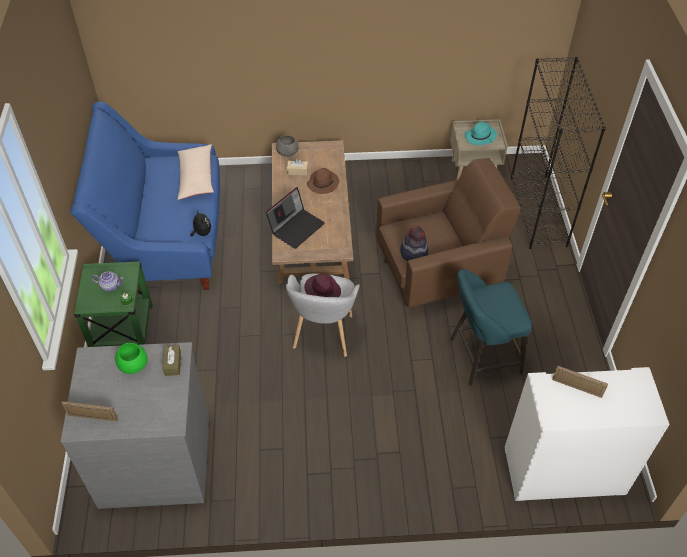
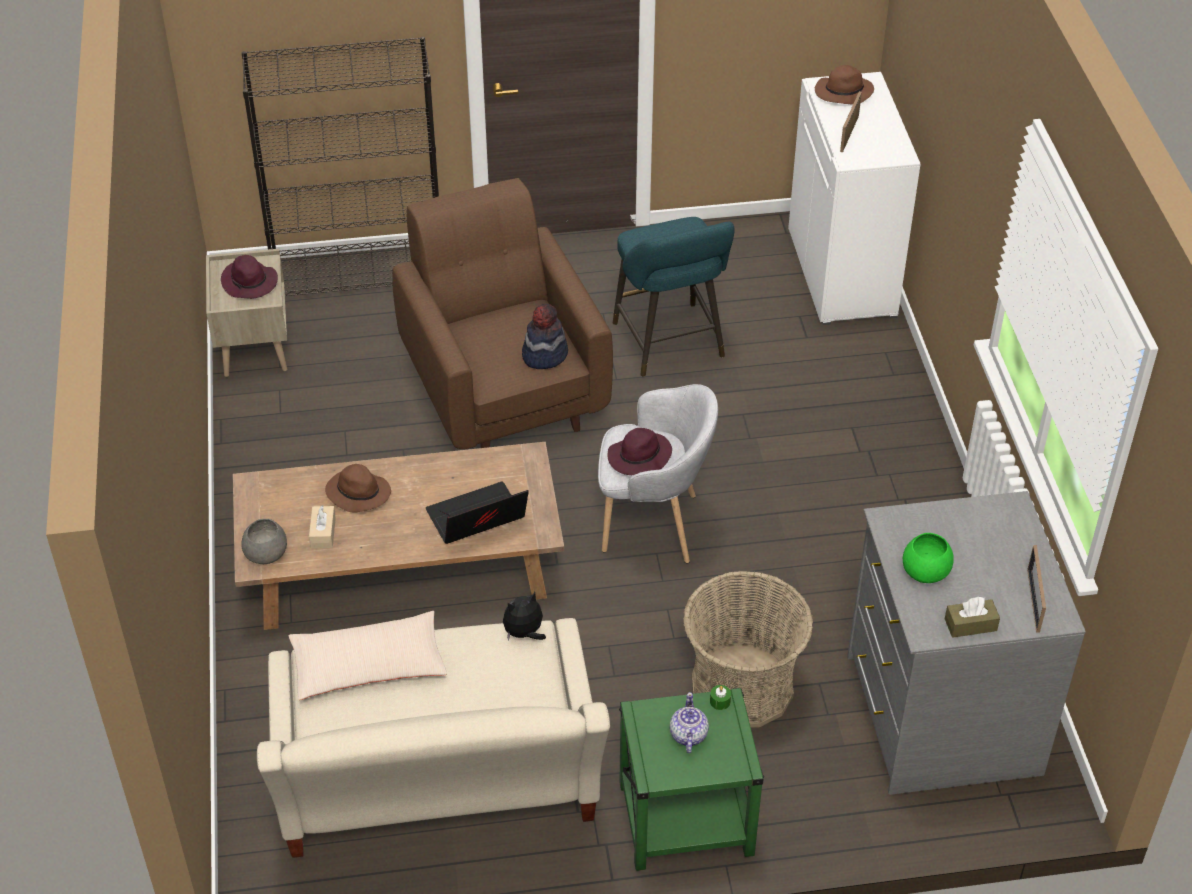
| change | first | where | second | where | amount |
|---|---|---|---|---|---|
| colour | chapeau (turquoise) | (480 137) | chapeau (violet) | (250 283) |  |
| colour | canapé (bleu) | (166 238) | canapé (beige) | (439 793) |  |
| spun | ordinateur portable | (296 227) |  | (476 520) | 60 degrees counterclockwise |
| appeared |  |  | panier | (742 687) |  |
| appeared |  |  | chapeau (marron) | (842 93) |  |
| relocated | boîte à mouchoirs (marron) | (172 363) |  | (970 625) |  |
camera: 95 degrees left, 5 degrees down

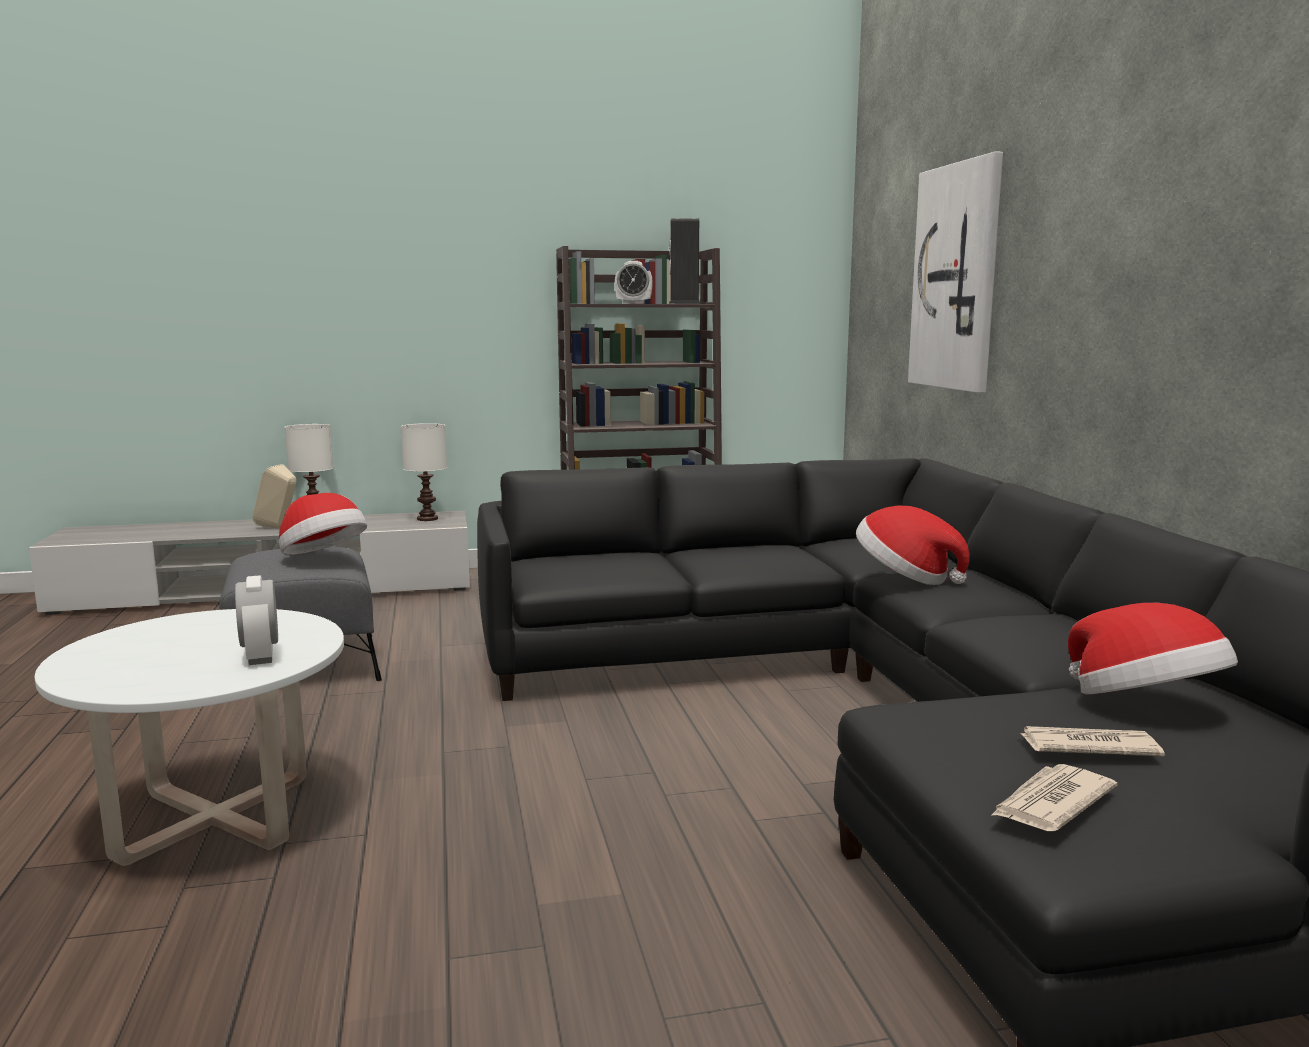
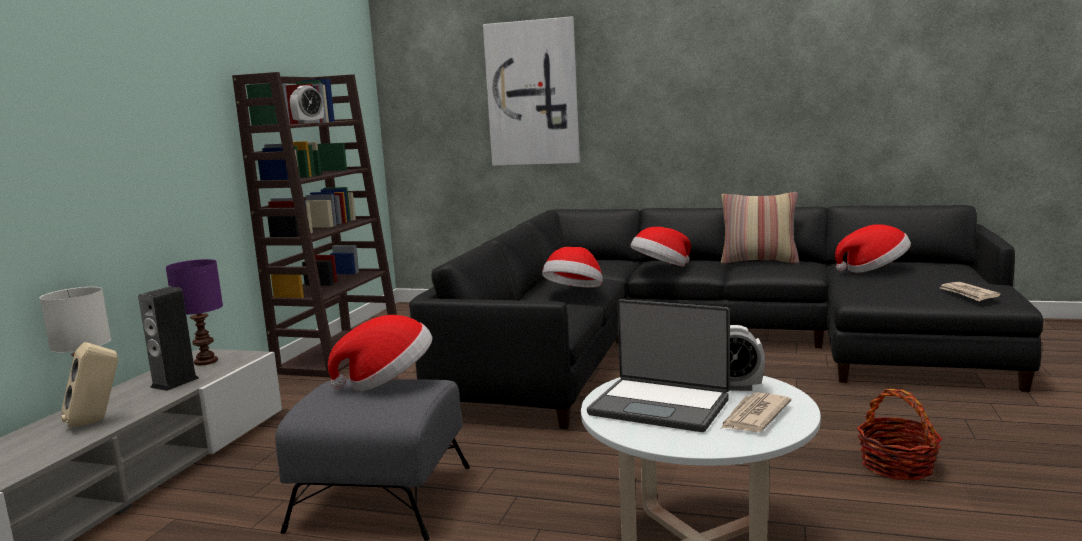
| change | first | where | second | where | amount |
|---|---|---|---|---|---|
| relocated | enceinte | (684 303) |  | (174 382) |  |
| colour | lampe de table (blanc) | (427 518) | lampe de table (violet) | (205 362) |  |
| appeared |  |  | chapeau | (574 293) |  |
| appeared |  |  | ordinateur portable | (660 406) |  |
| relocated | journal | (1087 746) |  | (754 416) |  |
| appeared |  |  | coussin | (759 261) |  |
| appeared |  |  | panier | (897 466) |  |
camera: 60 degrees left, 0 degrees up

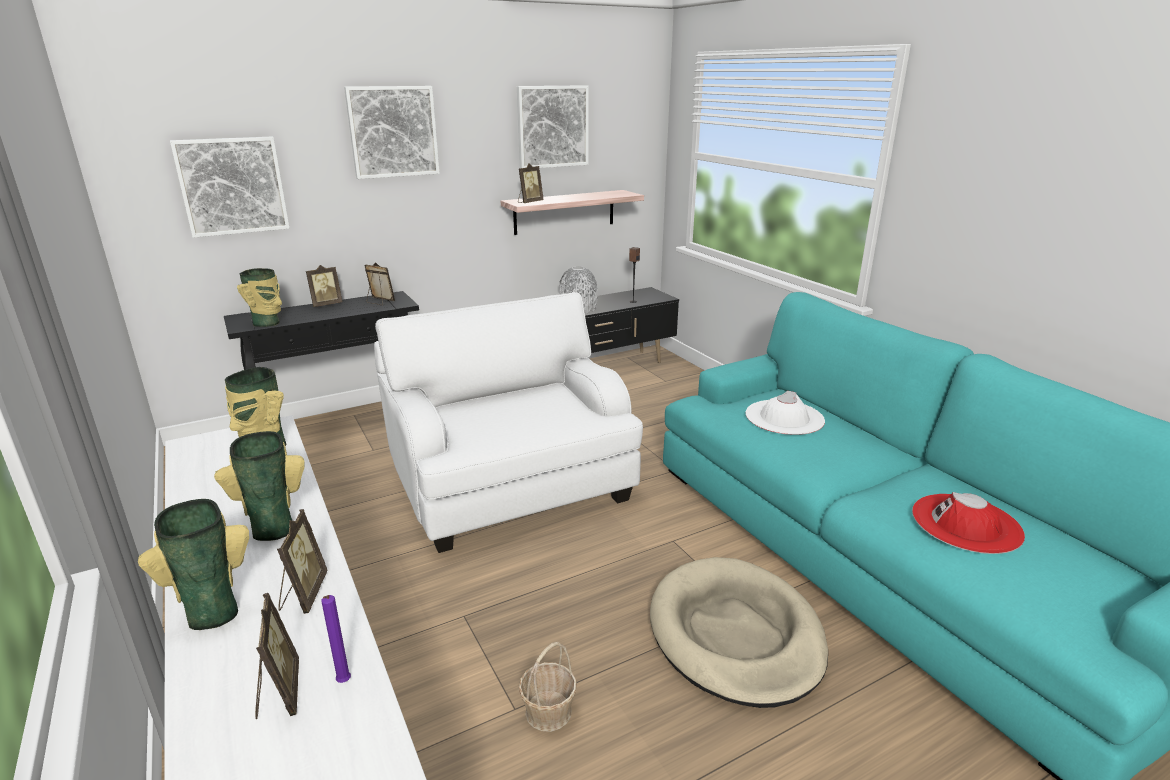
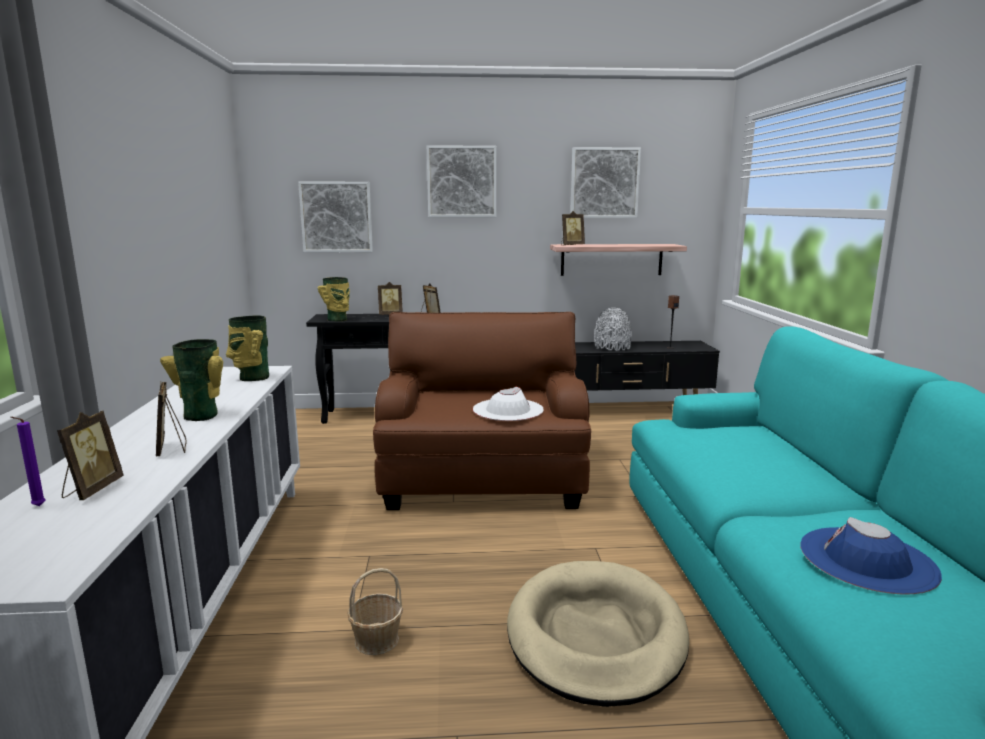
| change | first | where | second | where | amount |
|---|---|---|---|---|---|
| relocated | bougie (violet) | (343 683) |  | (37 507) |  |
| spun | cadre photo | (303 594) |  | (172 449) | 135 degrees clockwise |
| colour | fauteuil (blanc) | (510 484) | fauteuil (marron) | (483 476) |  |
| relocated | chapeau (blanc) | (784 417) |  | (508 410) |  |
| colour | chapeau (rouge) | (966 523) | chapeau (bleu) | (867 560) |  |
| missing | vase | (213 609) |  |  |  |
camera: 25 degrees right, 10 degrees down

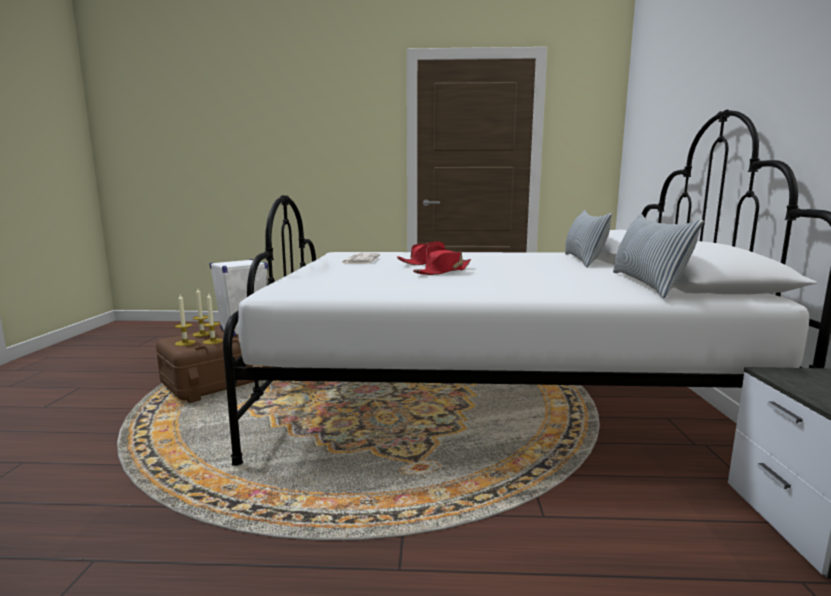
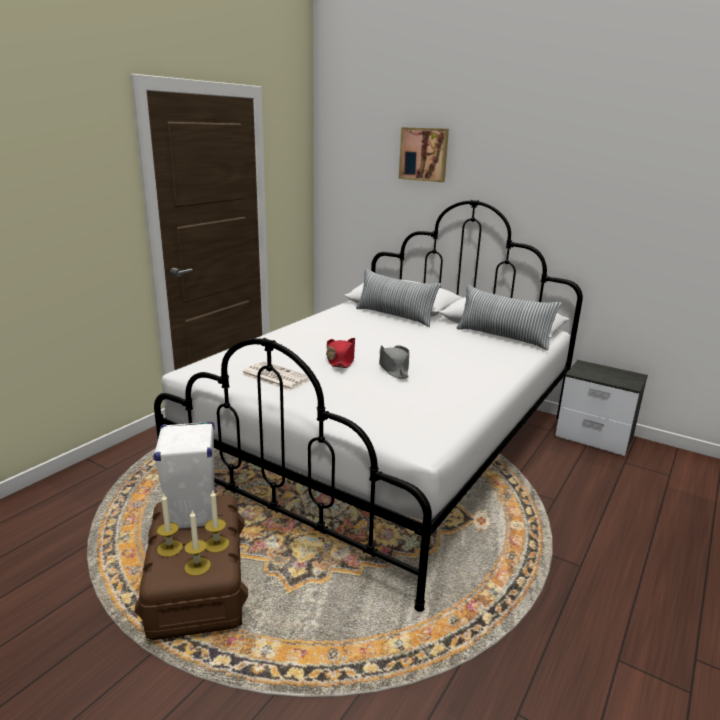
| change | first | where | second | where | amount |
|---|---|---|---|---|---|
| colour | chapeau (rouge) | (443 271) | chapeau (gris) | (393 368) |  |
| appeared |  |  | tableau | (424 154) |  |
camera: 60 degrees left, 10 degrees up

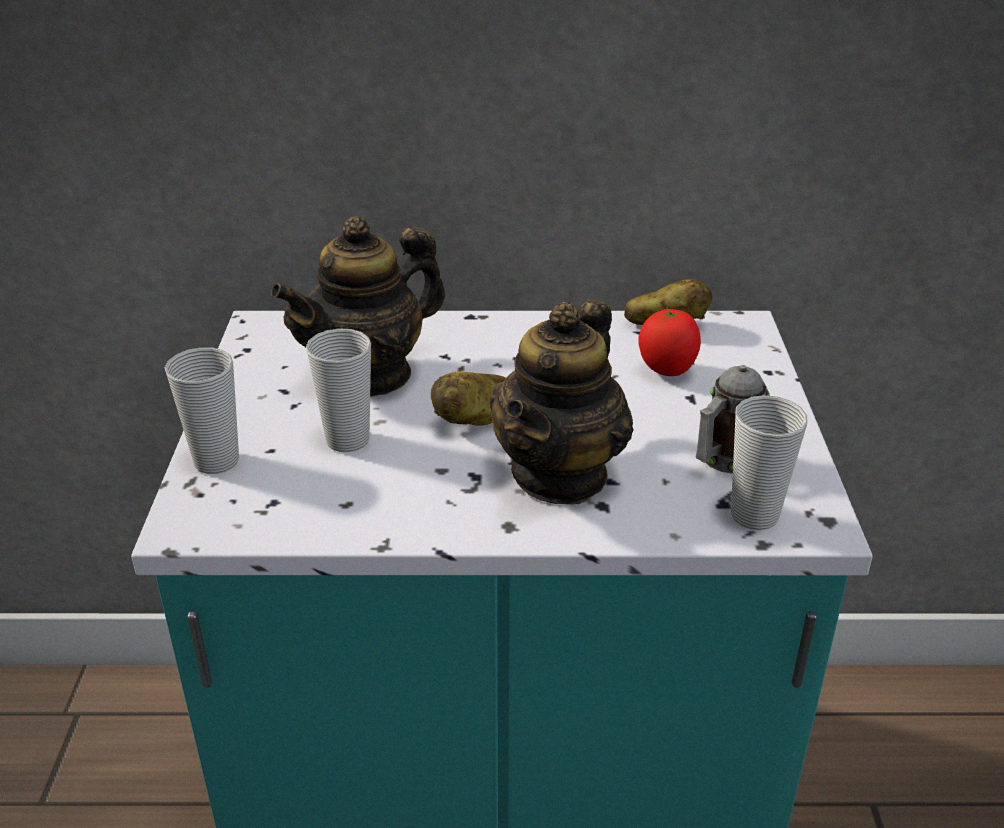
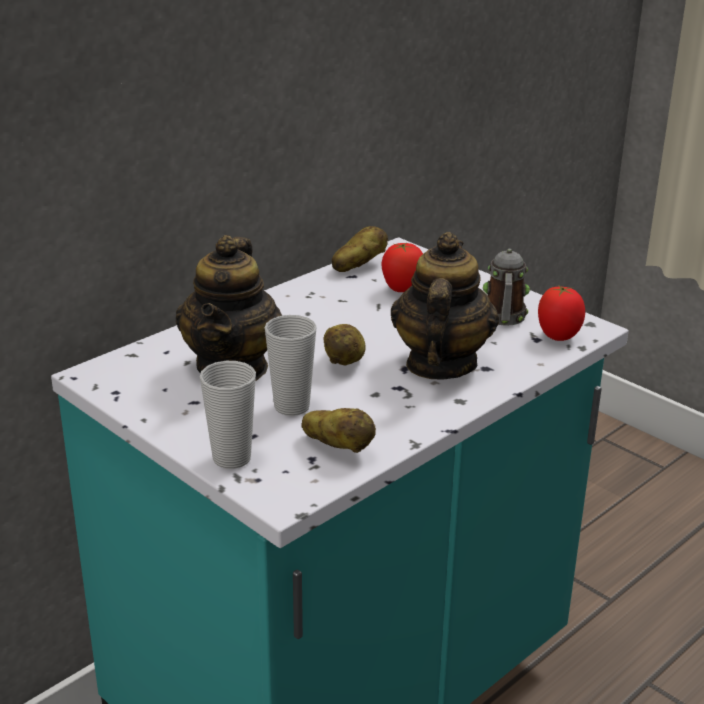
| change | first | where | second | where | amount |
|---|---|---|---|---|---|
| appeared |  |  | pomme de terre | (338 447) |  |
| spun | théière | (560 474) |  | (440 364) | 150 degrees counterclockwise |
| exchanged | tasse | (754 515) | tomate | (558 337) |  |
camera: 45 degrees left, 5 degrees down

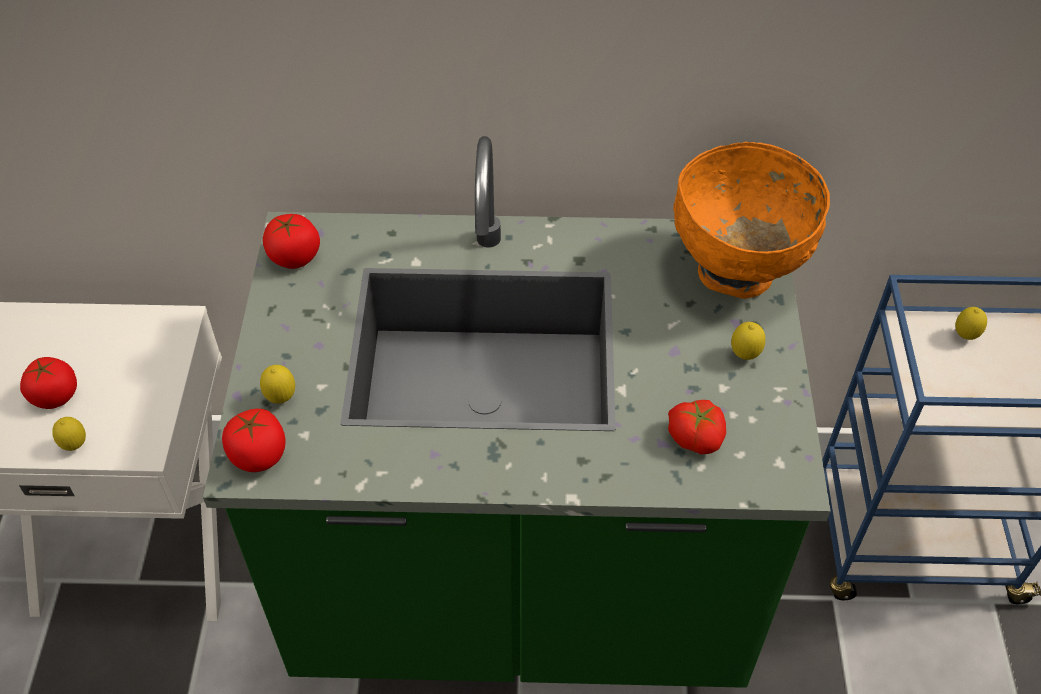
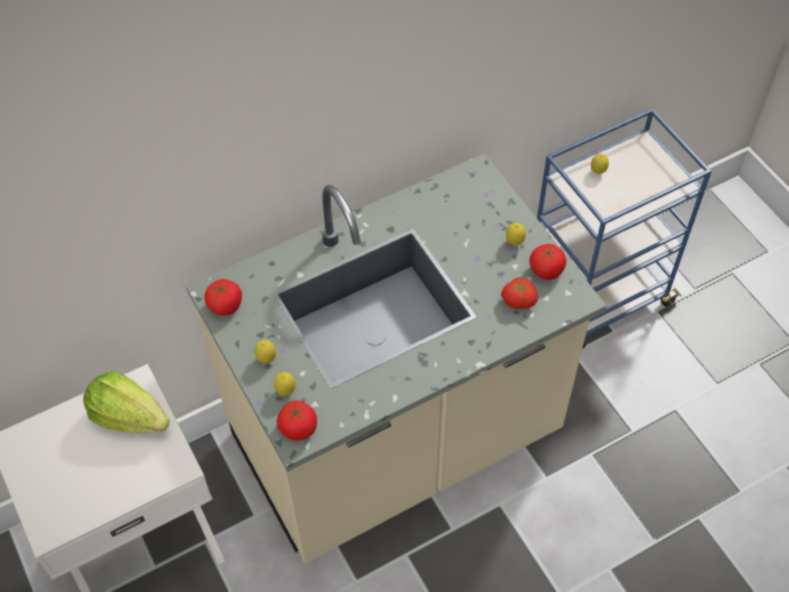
| change | first | where | second | where | amount |
|---|---|---|---|---|---|
| appeared |  |  | laitue | (129 417) |  |
| colour | comptoir de cuisine (vert) | (520 588) | comptoir de cuisine (beige) | (396 441) |  |
| relocated | citron | (75 446) |  | (266 359) |  |
| relocated | tomate | (55 395) |  | (546 270) |  |
| missing | bol (orange) | (737 273) |  |  |  |
camera: 30 degrees left, 5 degrees up

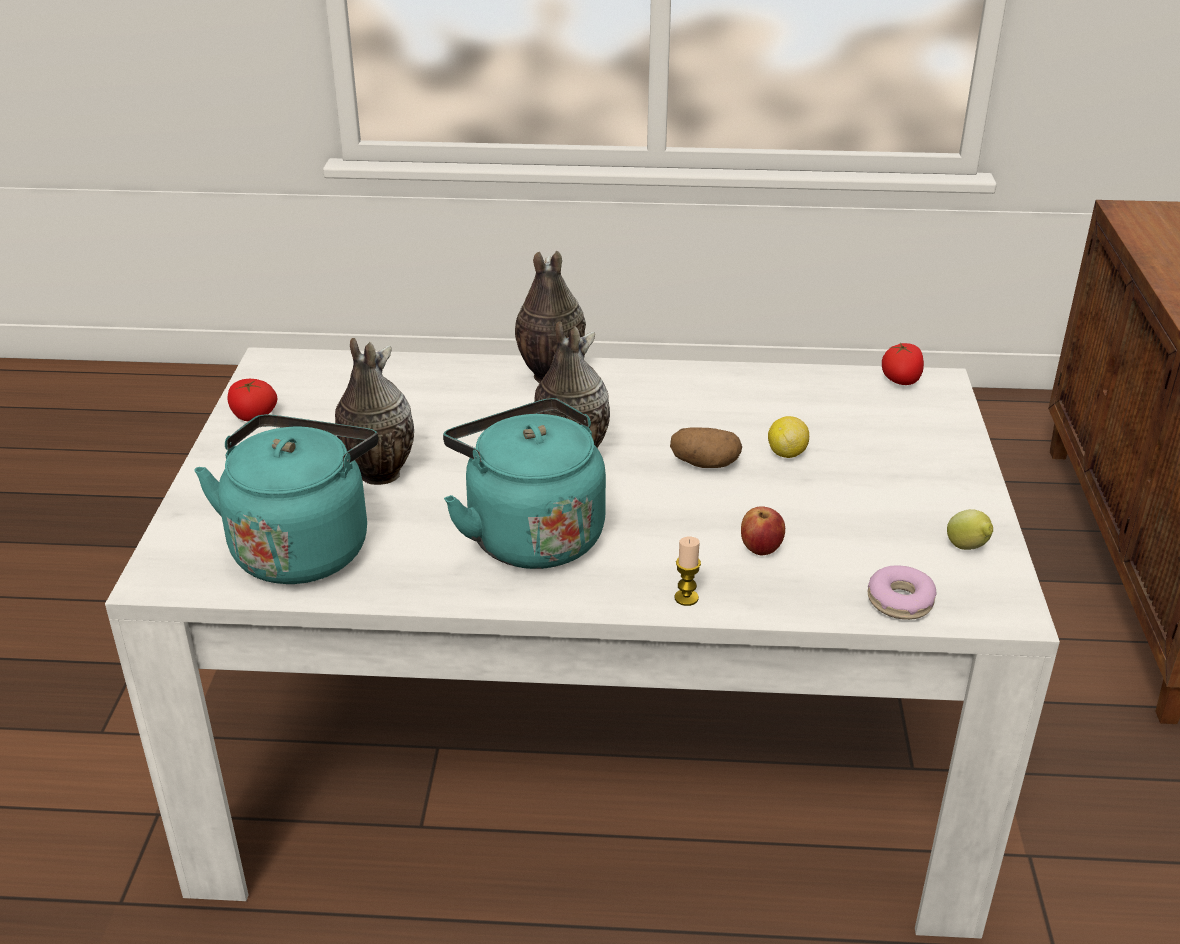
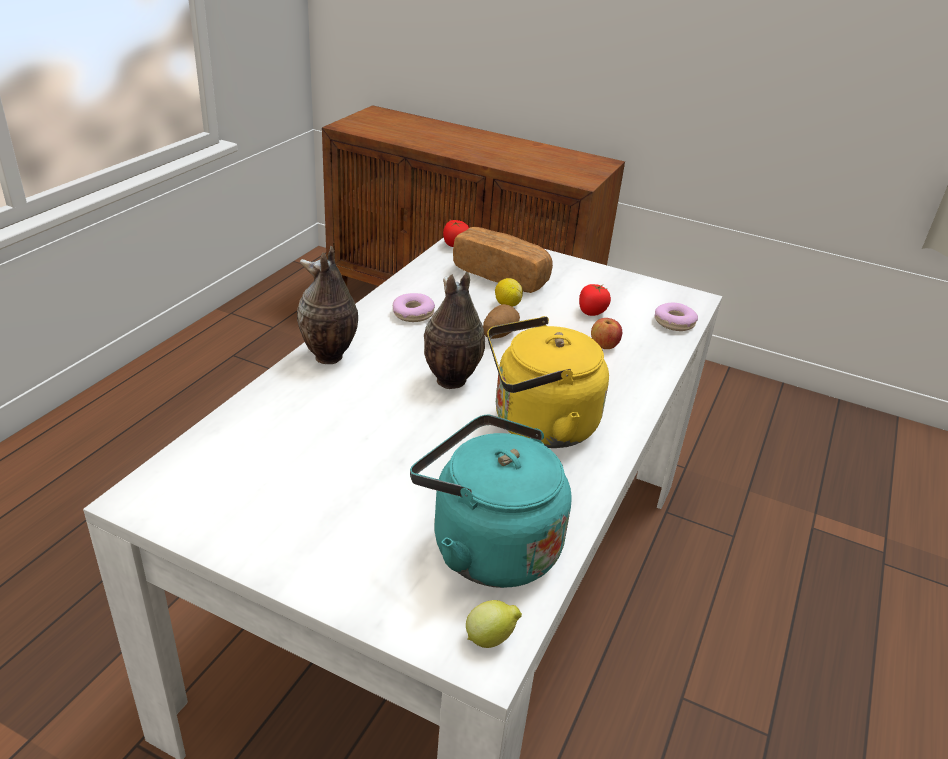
| change | first | where | second | where | amount |
|---|---|---|---|---|---|
| appeared |  |  | beignet | (413 314) |  |
| appeared |  |  | pain | (501 275) |  |
| relocated | citron | (968 548) |  | (491 638) |  |
| colour | bouilloire (turquoise) | (530 534) | bouilloire (jaune) | (538 425) |  |
| relocated | tomate | (253 416) |  | (591 311) |  |
| missing | vase | (376 474) |  |  |  |
| missing | bougie | (686 598) |  |  |  |
camera: 70 degrees left, 0 degrees up

